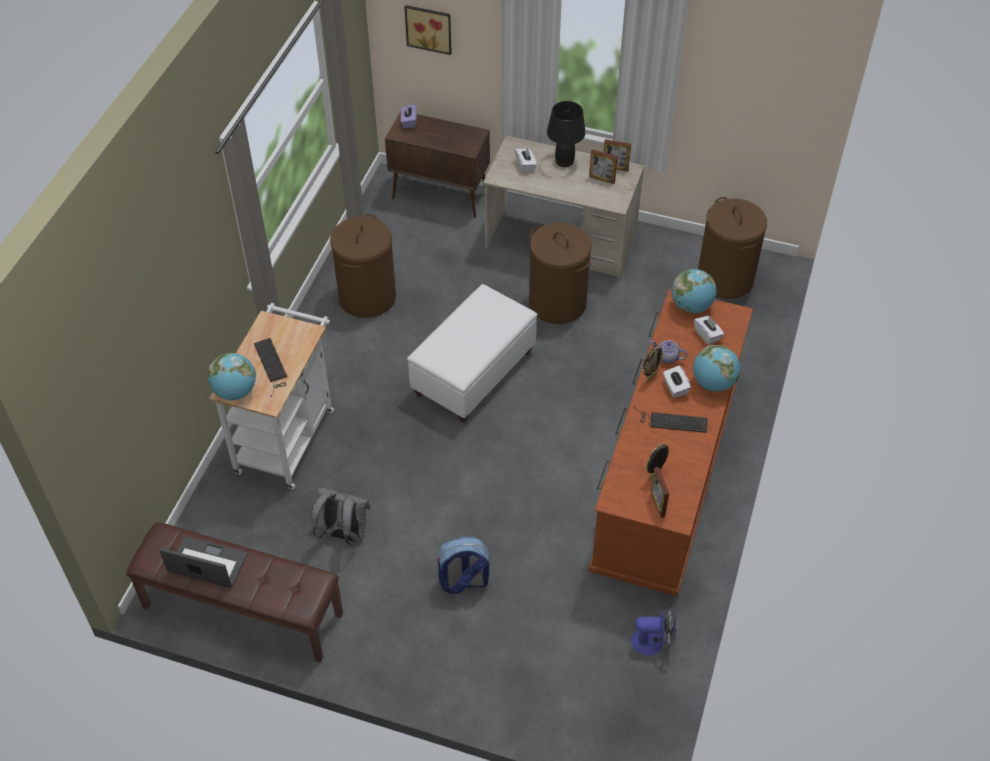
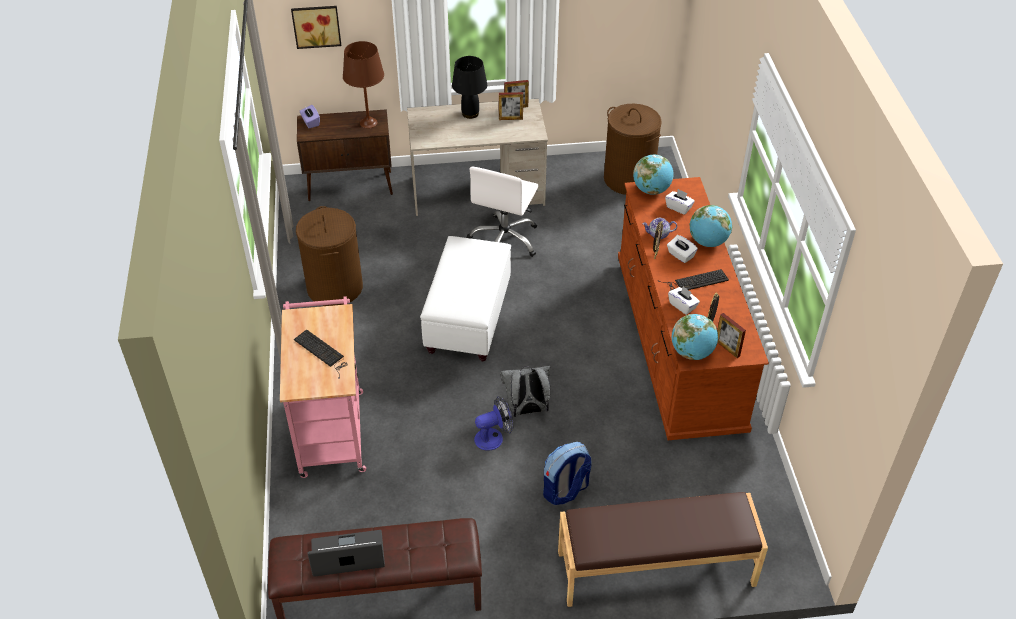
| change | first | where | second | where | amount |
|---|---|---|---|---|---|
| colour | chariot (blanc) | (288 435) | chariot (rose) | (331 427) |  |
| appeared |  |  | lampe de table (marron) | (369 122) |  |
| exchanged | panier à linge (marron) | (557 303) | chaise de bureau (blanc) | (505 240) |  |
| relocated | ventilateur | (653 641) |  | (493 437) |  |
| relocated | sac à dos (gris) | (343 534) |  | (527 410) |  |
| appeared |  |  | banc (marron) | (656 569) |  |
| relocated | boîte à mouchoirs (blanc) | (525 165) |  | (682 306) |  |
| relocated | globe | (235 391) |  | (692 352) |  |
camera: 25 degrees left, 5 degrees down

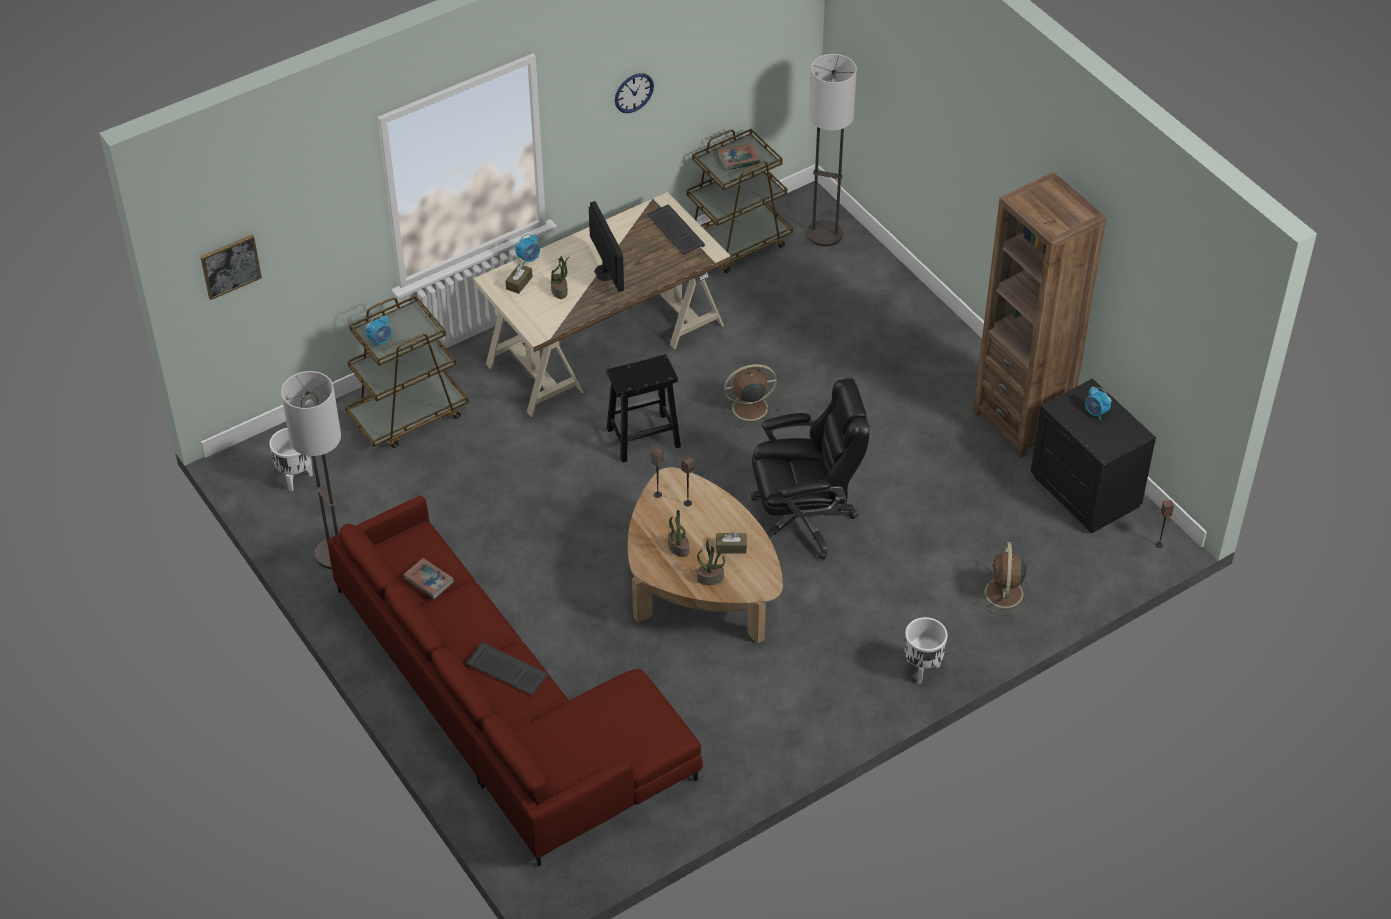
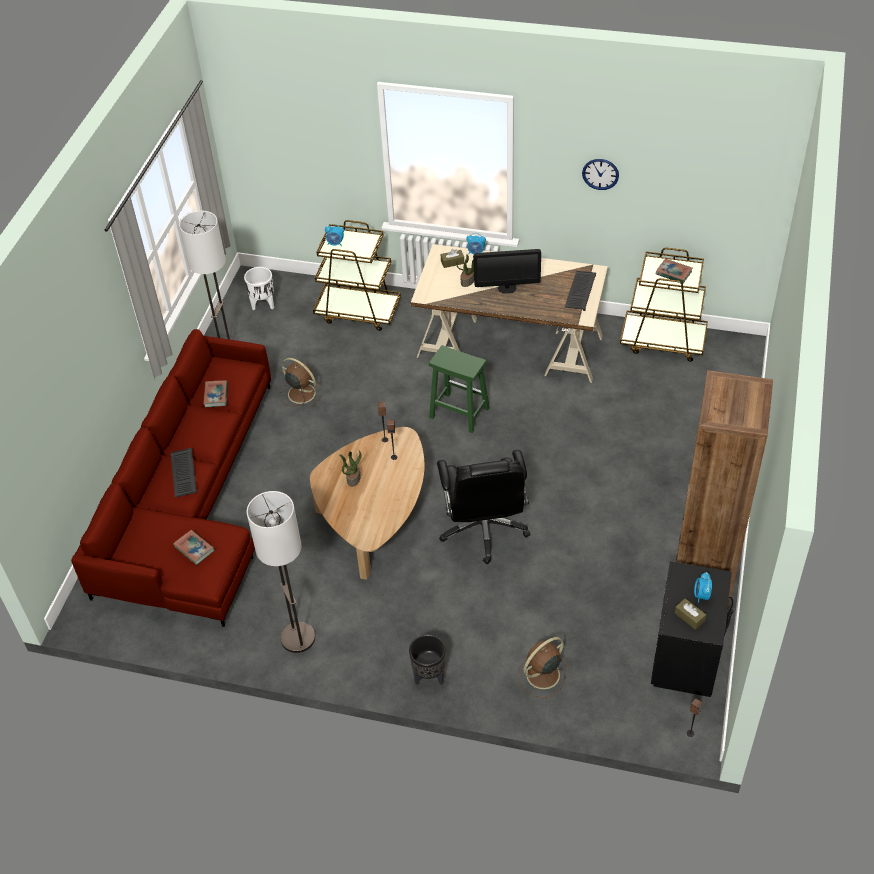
| change | first | where | second | where | amount |
|---|---|---|---|---|---|
| appeared |  |  | livre | (194 548) |  |
| relocated | lampadaire | (824 234) |  | (297 638) |  |
| relocated | ventilateur (marron) | (748 408) |  | (300 393) |  |
| colour | cache-pot (blanc) | (922 669) | cache-pot (noir) | (429 677) |  |
| colour | tabouret (noir) | (642 438) | tabouret (vert) | (458 412) |  |
| spun | chaise de bureau (noir) | (804 519) |  | (484 529) | 45 degrees clockwise |
| spun | écran d'ordinateur | (605 272) |  | (507 288) | 60 degrees clockwise |
| relocated | boîte à mouchoirs (marron) | (731 547) |  | (689 617) |  |
| missing | tableau | (230 266) |  |  |  |
| missing | plante en pot | (710 578) |  |  |  |
camera: 50 degrees right, 0 degrees up

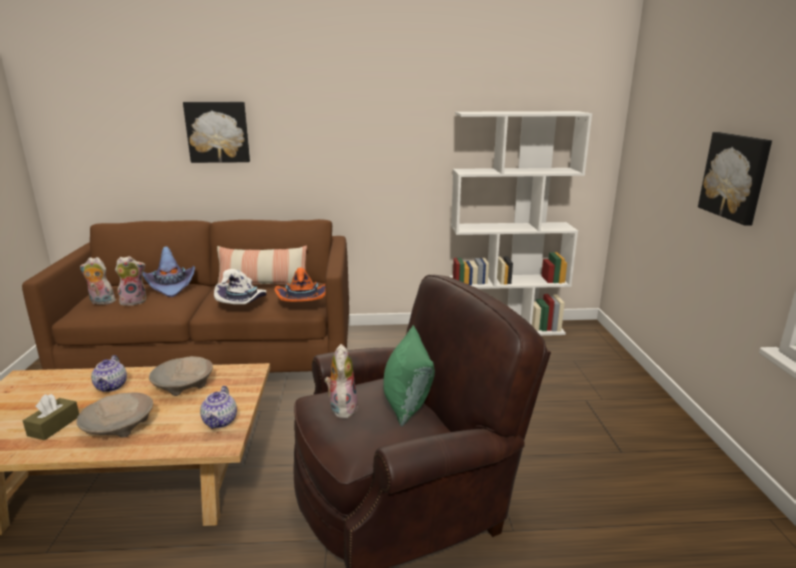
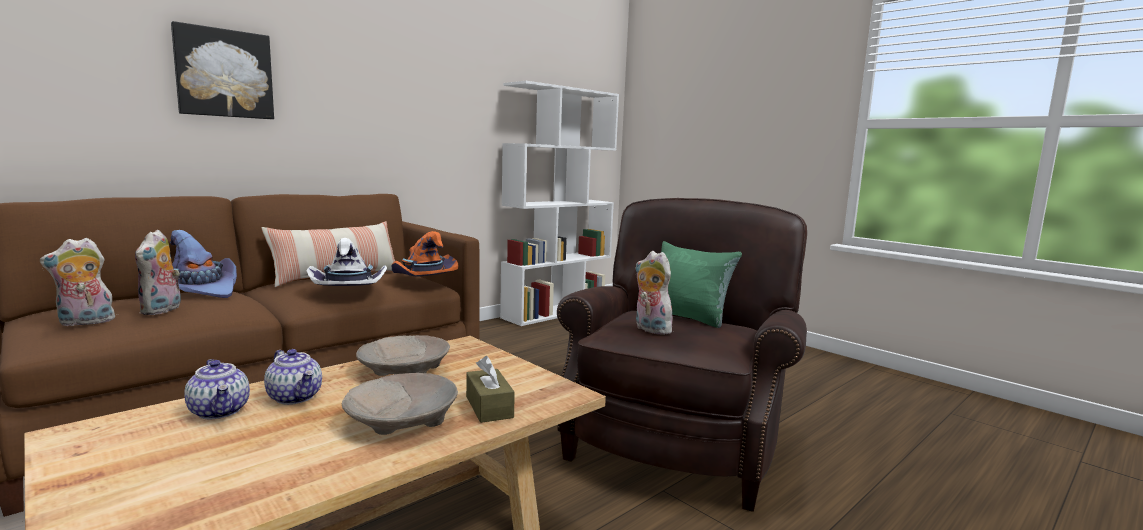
| change | first | where | second | where | amount |
|---|---|---|---|---|---|
| spun | peluche | (134 301) |  | (162 310) | 150 degrees clockwise |
| relocated | théière | (220 421) |  | (220 411) |  |
| relocated | boîte à mouchoirs (marron) | (54 426) |  | (489 407) |  |
| missing | tableau | (735 176) |  |  |  |
camera: 40 degrees left, 10 degrees down

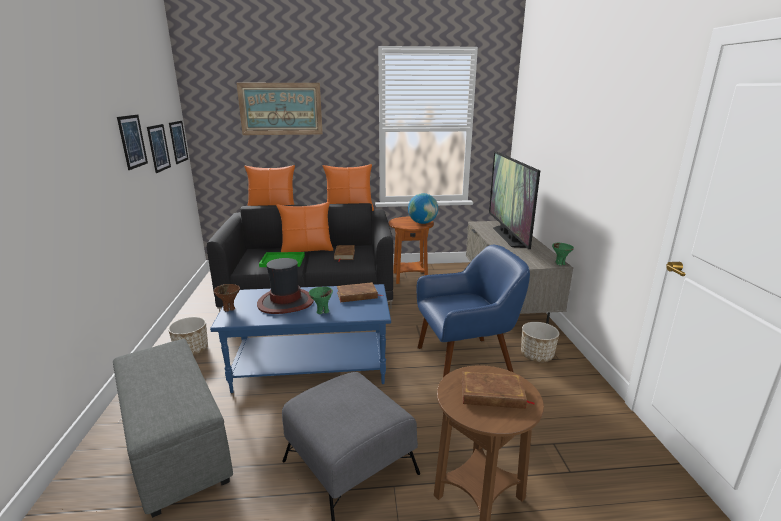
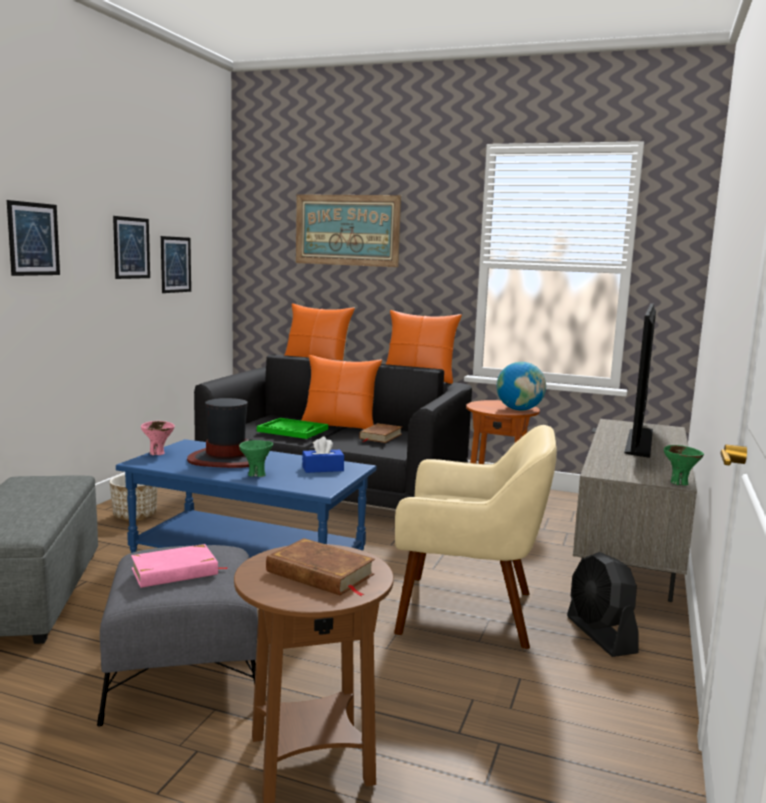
| change | first | where | second | where | amount |
|---|---|---|---|---|---|
| relocated | tableau | (178 141) |  | (33 239) |  |
| appeared |  |  | livre (rose) | (175 571) |  |
| colour | bol (marron) | (229 308) | bol (rose) | (158 453) |  |
| exchanged | livre (marron) | (357 295) | boîte à mouchoirs (bleu) | (323 469) |  |
| colour | fauteuil (bleu) | (465 362) | fauteuil (beige) | (468 613) |  |
| exchanged | cache-pot | (537 355) | ventilateur (noir) | (600 635) |  |
camera: 25 degrees right, 10 degrees down

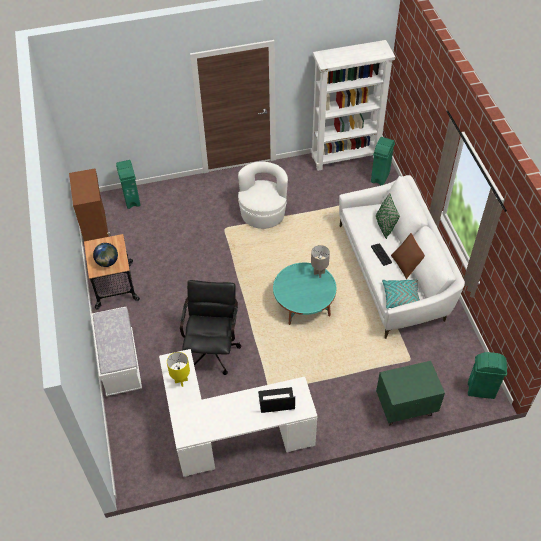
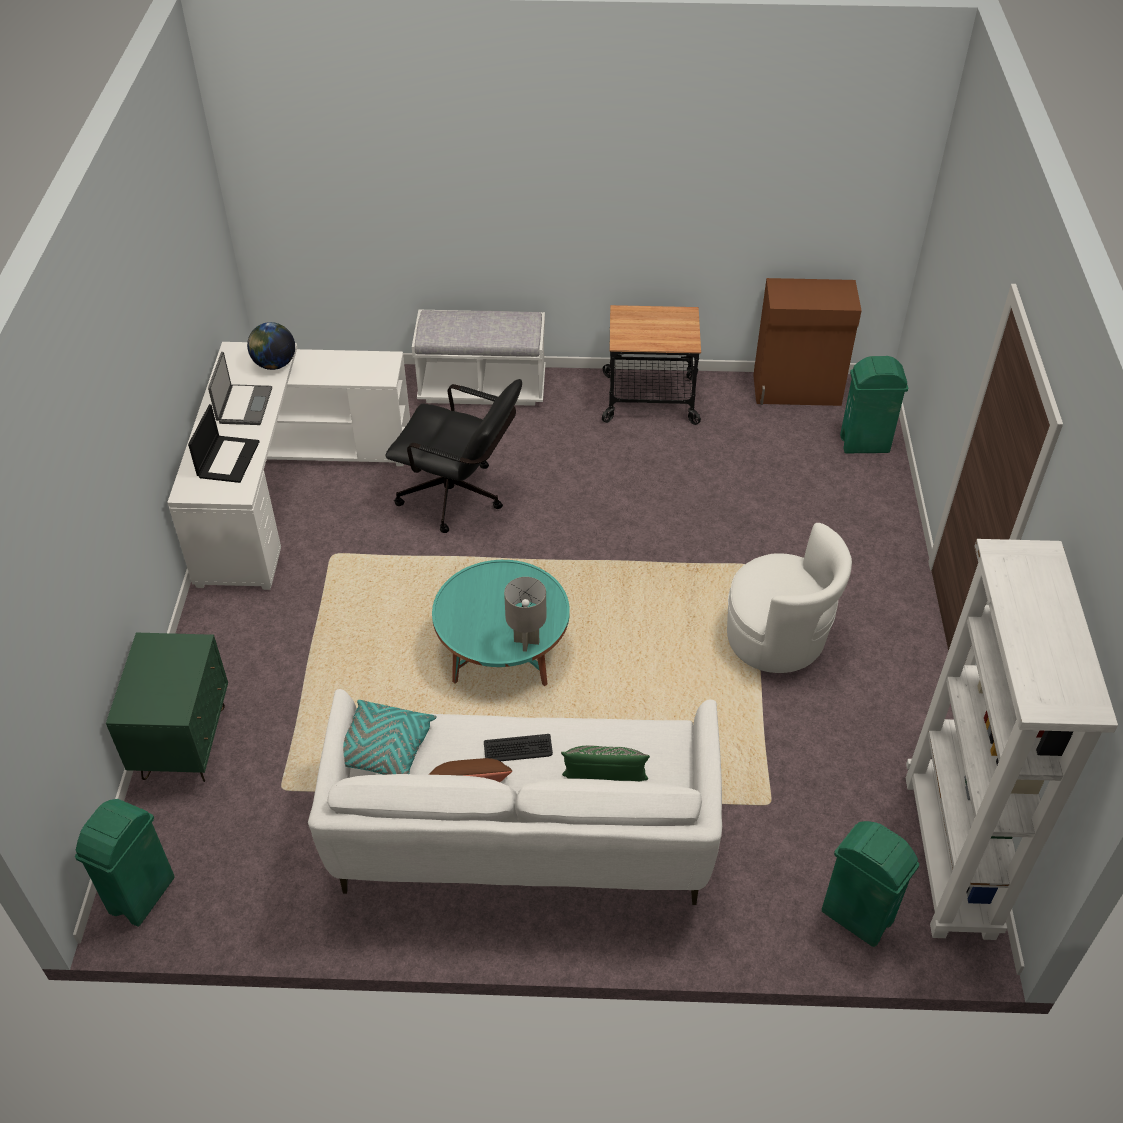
| change | first | where | second | where | amount |
|---|---|---|---|---|---|
| appeared |  |  | ordinateur portable | (243 406) |  |
| relocated | globe | (107 262) |  | (274 364) |  |
| missing | lampe de table (jaune) | (181 381) |  |  |  |
camera: 105 degrees right, 5 degrees down

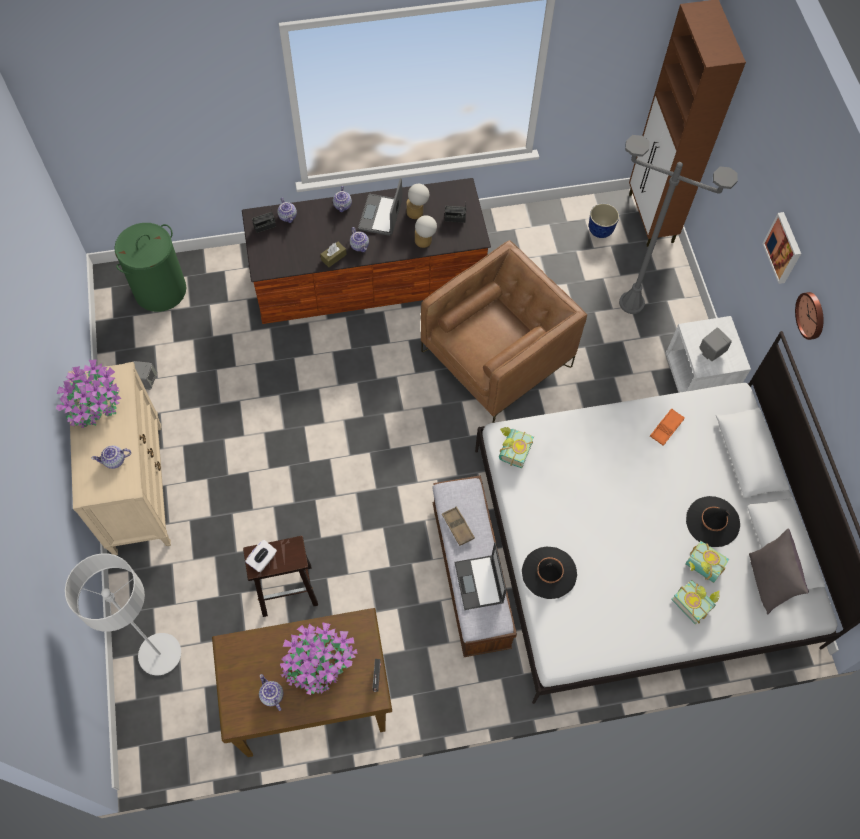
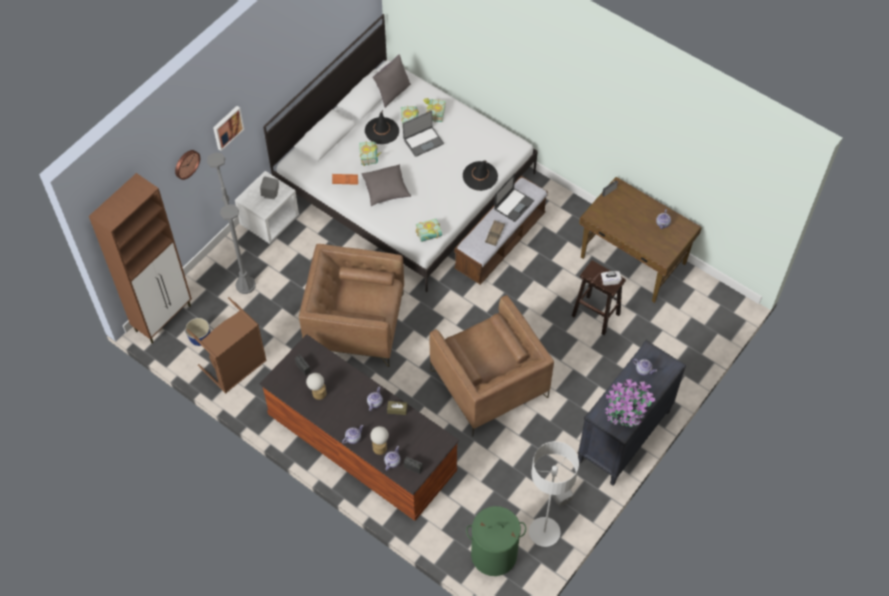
| change | first | where | second | where | amount |
|---|---|---|---|---|---|
| relocated | horloge murale | (811 315) |  | (186 163) |  |
| appeared |  |  | panier à linge (marron) | (236 368) |  |
| appeared |  |  | livre | (371 156) |  |
| appeared |  |  | coussin (gris) | (386 190) |  |
| relocated | lampe de table | (424 242) |  | (380 446) |  |
| relocated | ordinateur portable | (381 216) |  | (423 141) |  |
| appeared |  |  | fauteuil (marron) | (489 384) |  |
| relocated | lampadaire (gris) | (160 654) |  | (544 532) |  |
| colour | commode (beige) | (137 488) | commode (noir) | (624 437) |  |
| missing | plante en pot | (319 663) |  |  |  |
camera: 130 degrees left, 5 degrees down

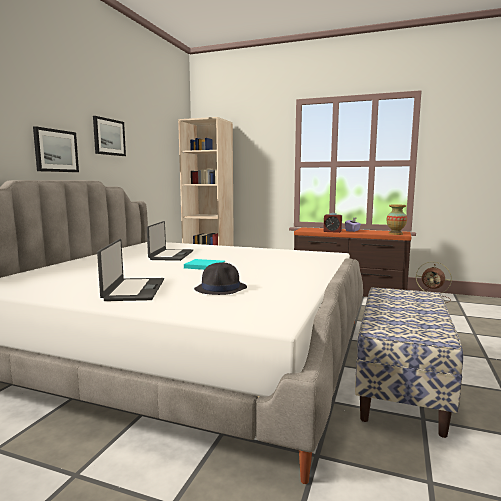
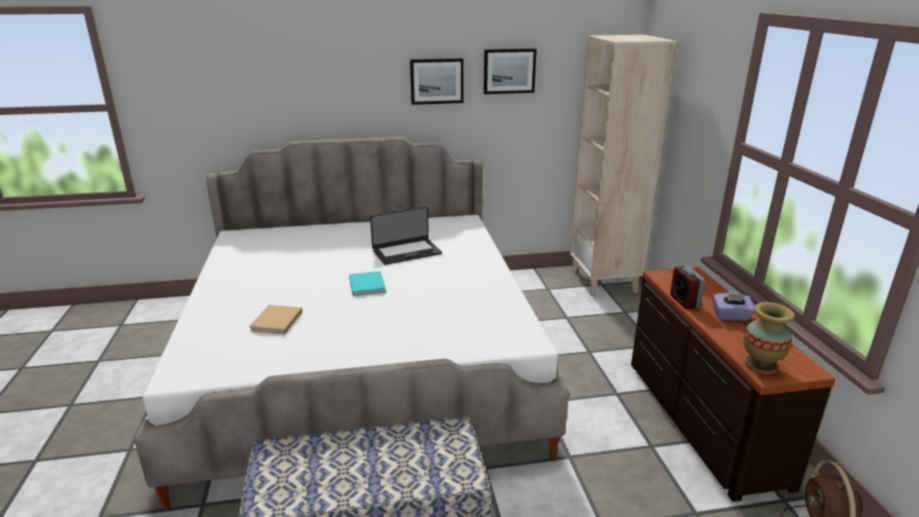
| change | first | where | second | where | amount |
|---|---|---|---|---|---|
| exchanged | chapeau (noir) | (221 289) | livre (beige) | (276 322) |  |
| relocated | tableau | (56 151) |  | (509 71) |  |
| missing | ordinateur portable | (133 290) |  |  |  |
camera: 60 degrees right, 15 degrees up

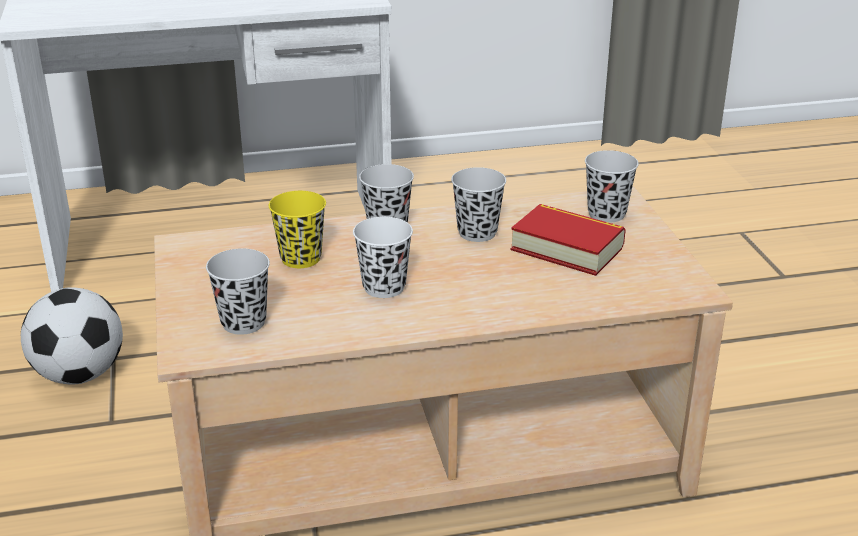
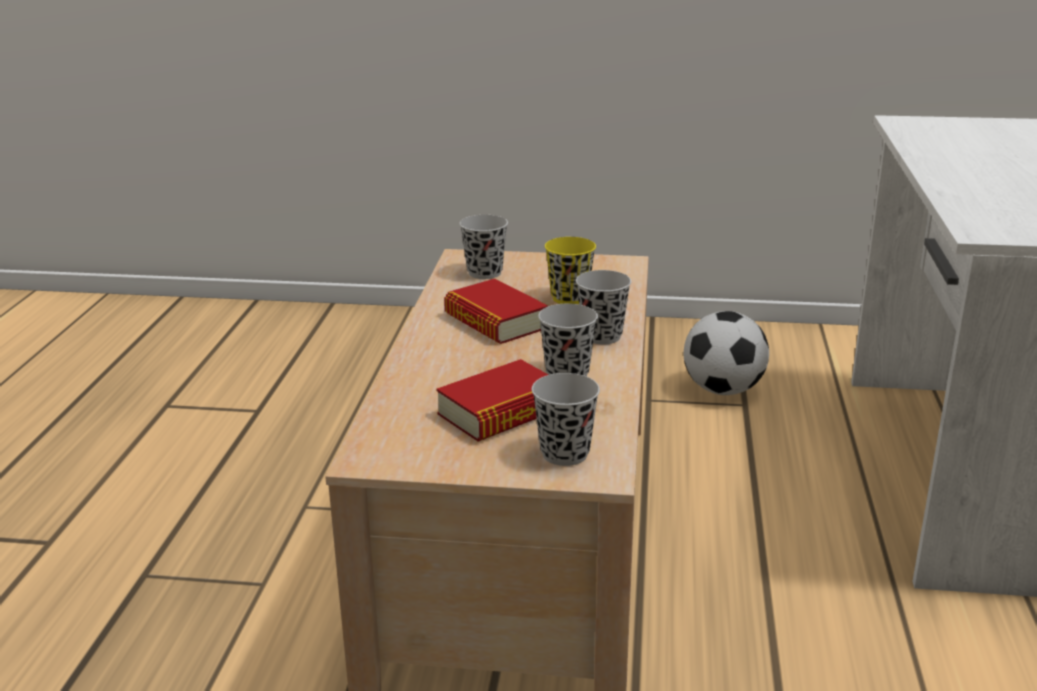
| change | first | where | second | where | amount |
|---|---|---|---|---|---|
| exchanged | tasse (blanc) | (384 287) | livre | (495 321) |  |
camera: 110 degrees right, 5 degrees down

